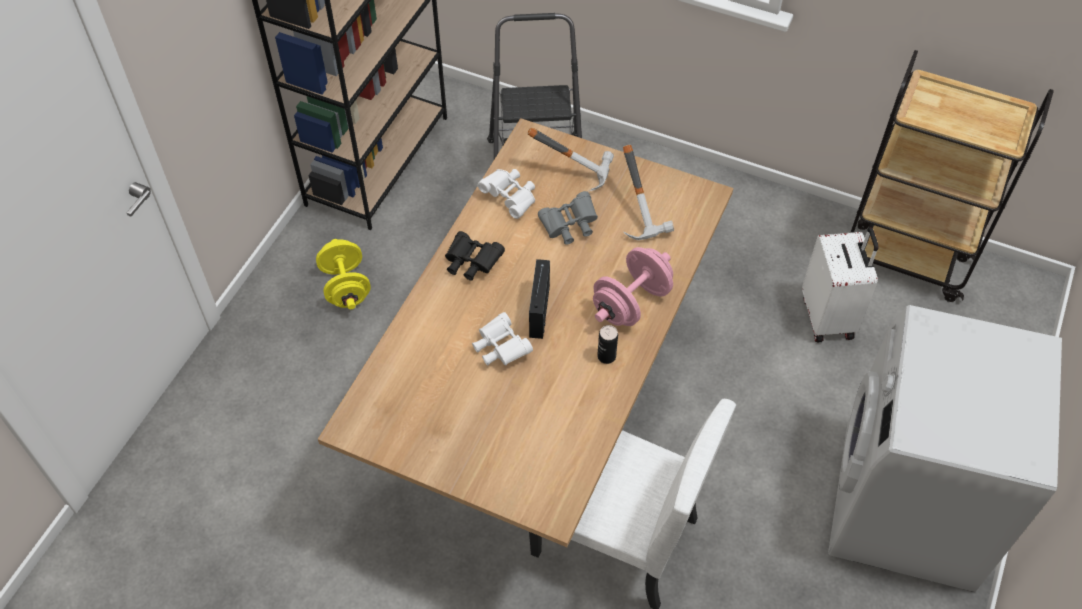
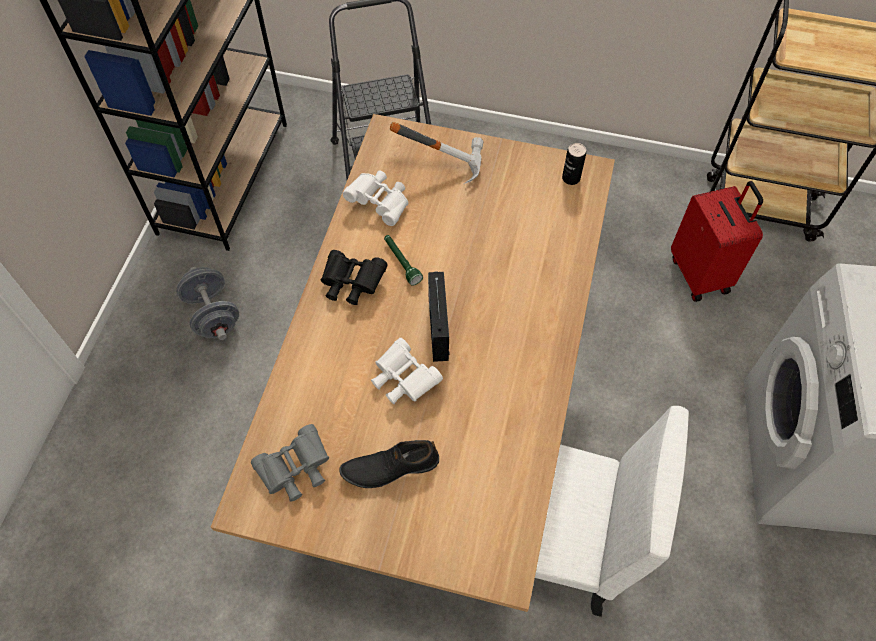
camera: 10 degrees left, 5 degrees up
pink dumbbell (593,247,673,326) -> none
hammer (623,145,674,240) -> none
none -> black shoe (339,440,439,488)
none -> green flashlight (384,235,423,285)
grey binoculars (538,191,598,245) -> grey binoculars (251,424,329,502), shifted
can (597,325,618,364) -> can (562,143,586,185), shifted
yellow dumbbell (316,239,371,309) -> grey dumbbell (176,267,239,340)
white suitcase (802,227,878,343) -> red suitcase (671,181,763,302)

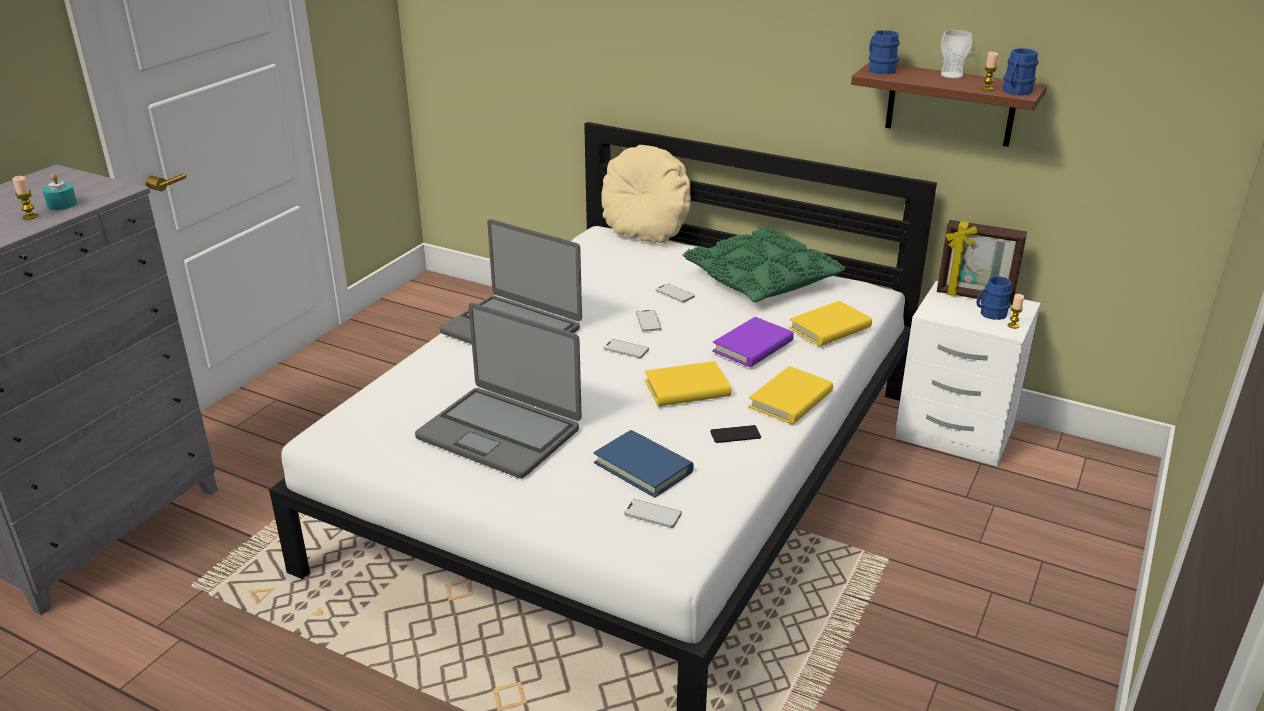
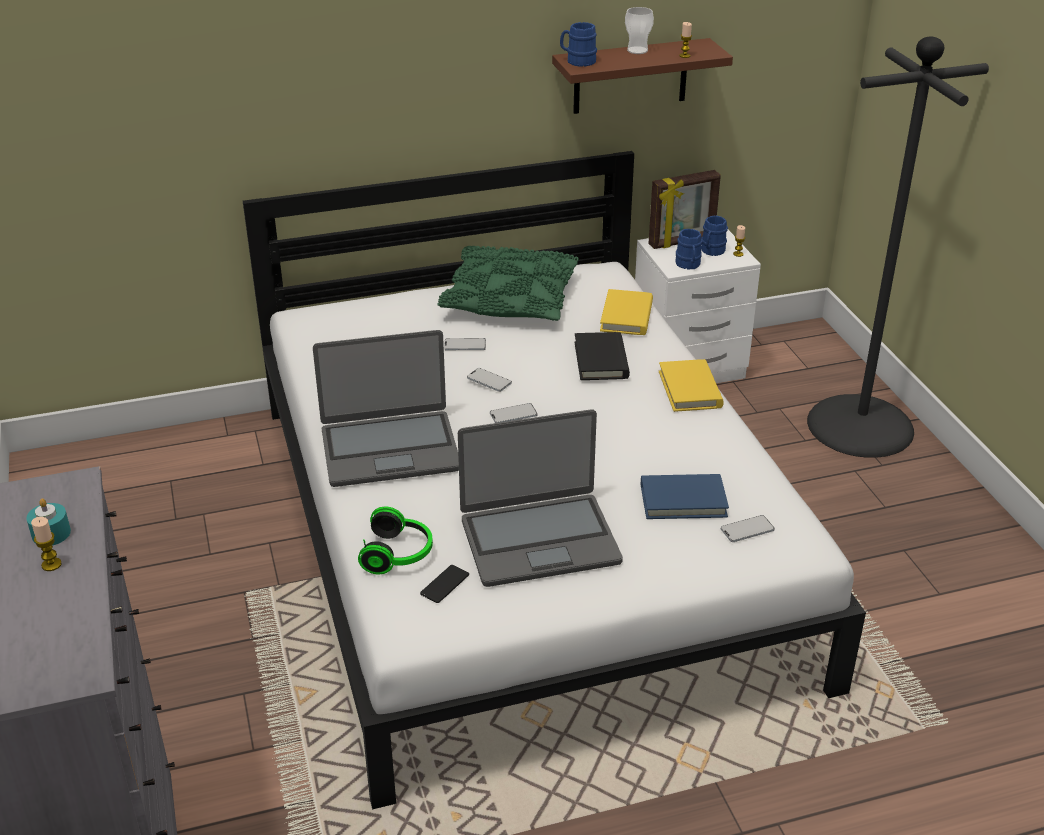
camera: 45 degrees left, 5 degrees up
beige pillow (602,145,691,243) -> none
yellow book (645,361,731,406) -> none
none -> headphones (358,507,433,574)
none -> black clothes rack (807,37,989,458)
phone (710,425,761,443) -> phone (420,565,469,603), shifted
blue mug (1002,48,1039,95) -> blue mug (675,229,702,269), shifted
purple book (712,317,794,367) -> black book (574,332,630,380)

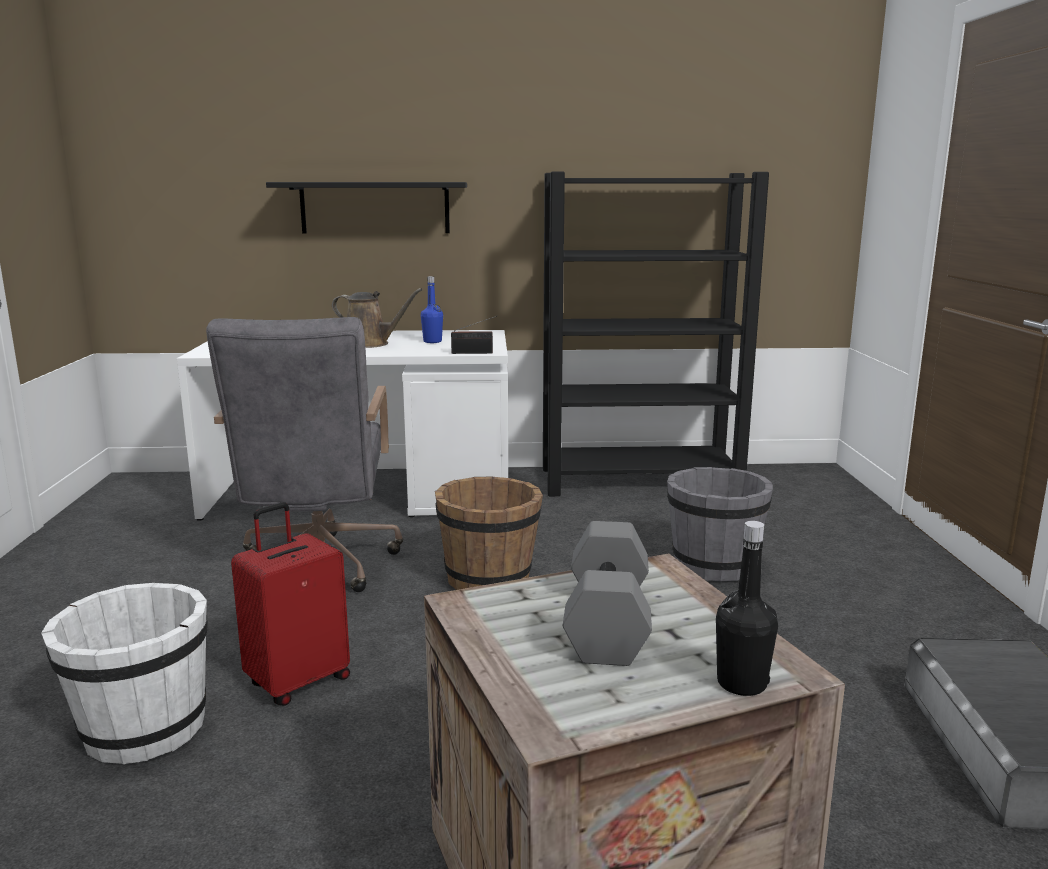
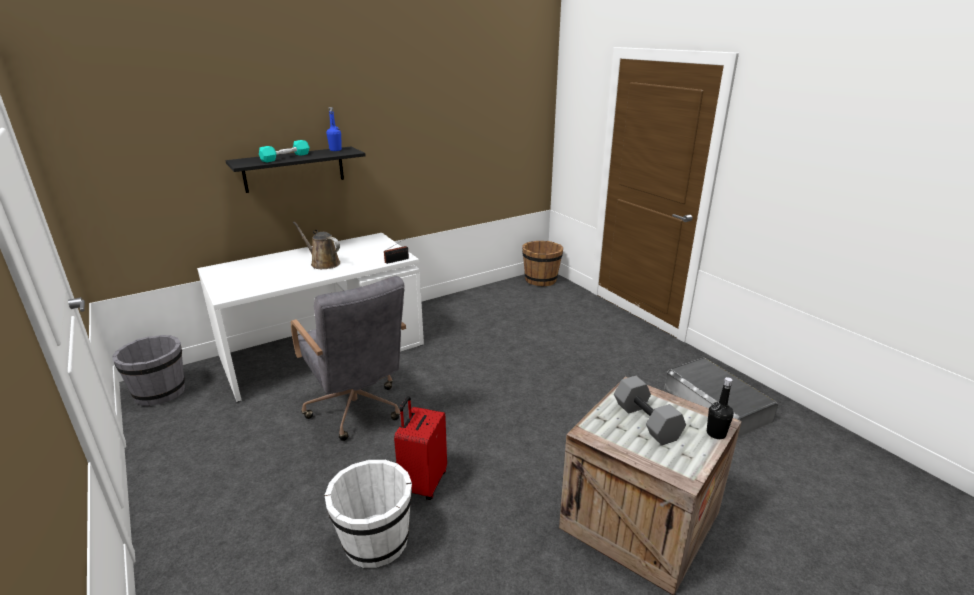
camera: 30 degrees left, 10 degrees up
black bookcase (543,172,769,496) -> none
none -> turquoise dumbbell (259,140,310,162)
blue bottle (421,276,443,343) -> blue bottle (326,107,342,151), shifted
brown bucket (435,476,543,590) -> brown bucket (522,241,563,286), shifted
grey bucket (667,467,773,581) -> grey bucket (112,335,185,406), shifted
brown watering can (332,288,423,348) -> brown watering can (293,222,340,269), 135 degrees counterclockwise

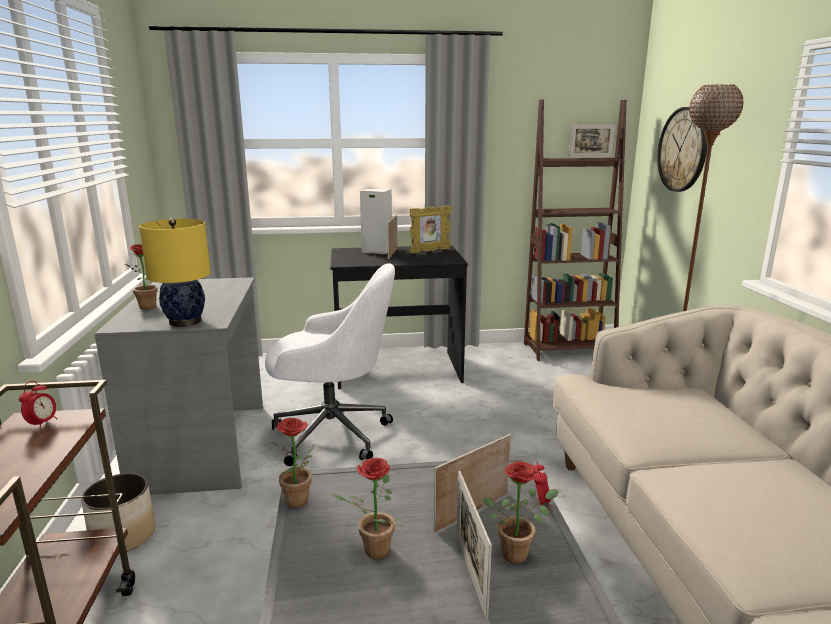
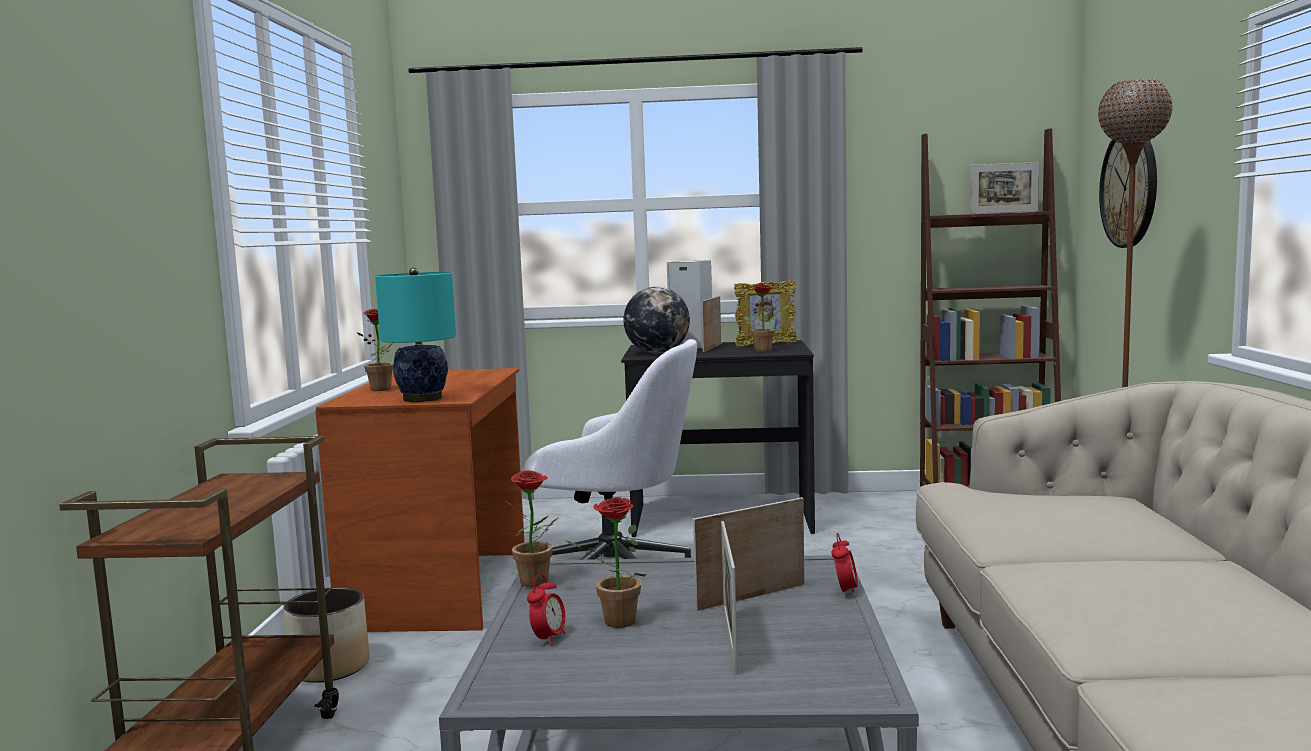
camera: 10 degrees right, 10 degrees down
none -> globe (623,287,690,353)
alarm clock (19,381,57,429) -> alarm clock (527,574,565,646), shifted
potted plant (483,462,559,564) -> potted plant (744,284,790,352), shifted
grey desk (95,277,263,495) -> brown desk (315,368,525,632)
yellow table lamp (139,218,211,327) -> turquoise table lamp (375,268,456,402)

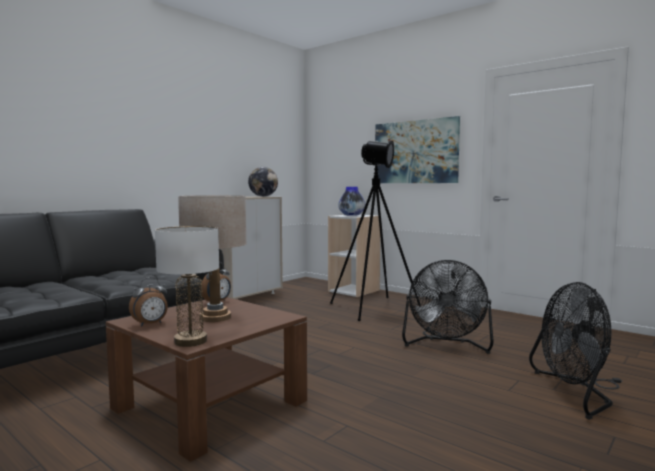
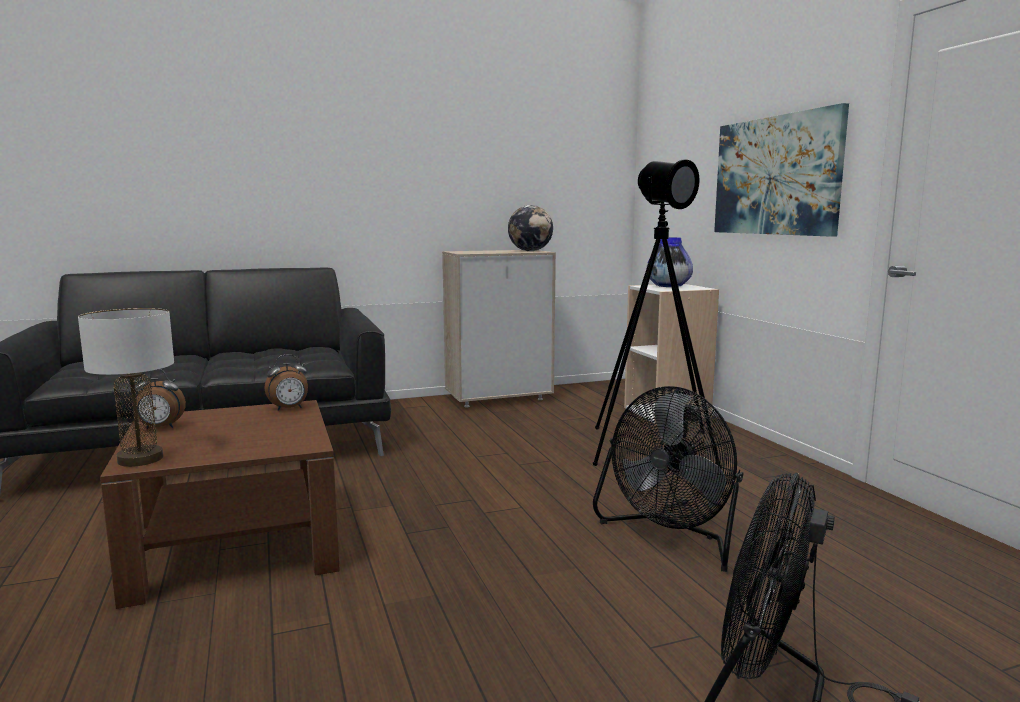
camera: 30 degrees right, 5 degrees up
beige table lamp (178,195,247,322) -> none

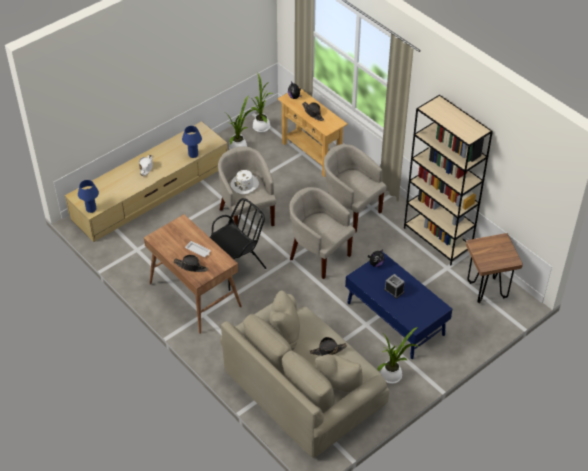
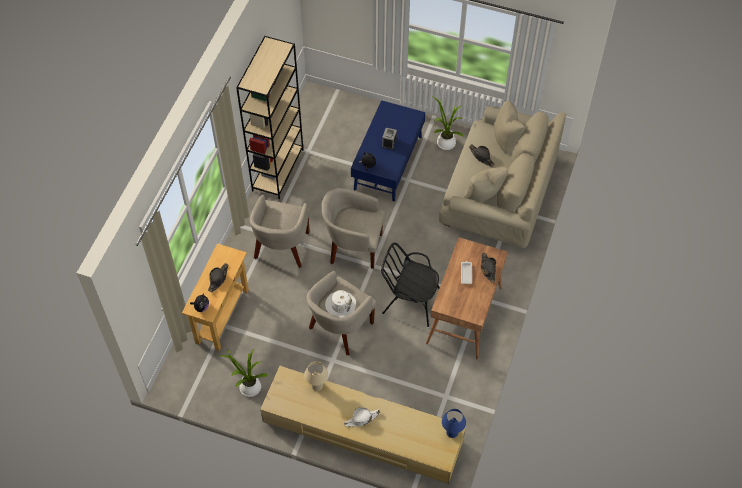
camera: 120 degrees left, 10 degrees up
potted plant (251,73,273,132) -> none
brown stool (466,233,523,303) -> none
blue table lamp (182,126,202,158) -> beige table lamp (304,361,328,391)
beige armchair (289,187,355,279) -> beige armchair (322,188,385,269), 90 degrees clockwise

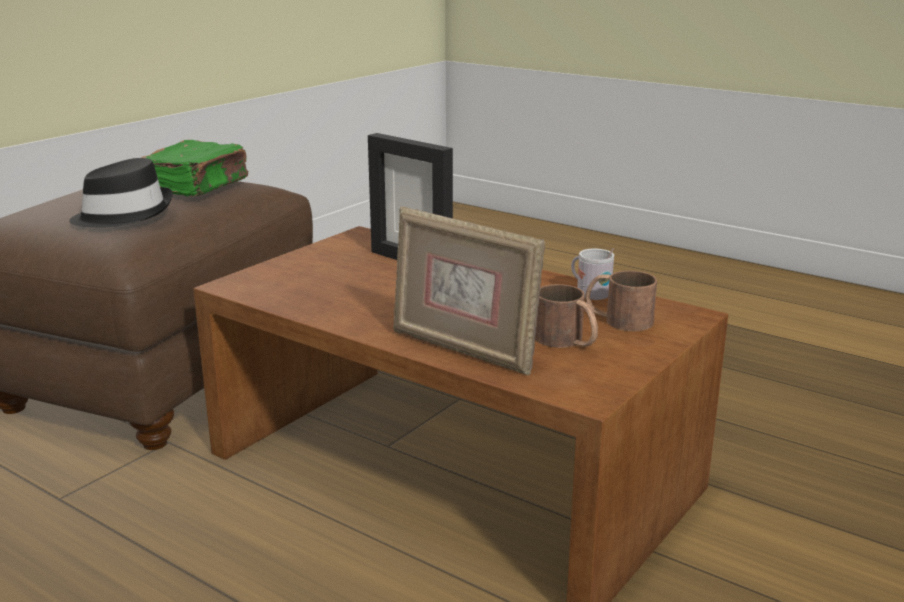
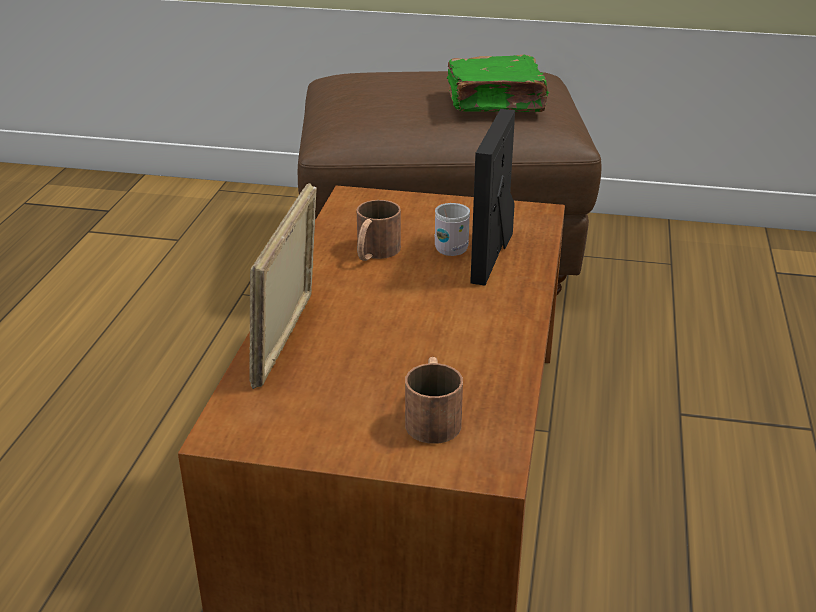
camera: 65 degrees right, 10 degrees up
black hat (69,158,173,228) -> none
brown mug (535,284,598,348) -> brown mug (357,200,401,261), shifted
white mug (571,248,614,300) -> white mug (435,203,470,256), shifted

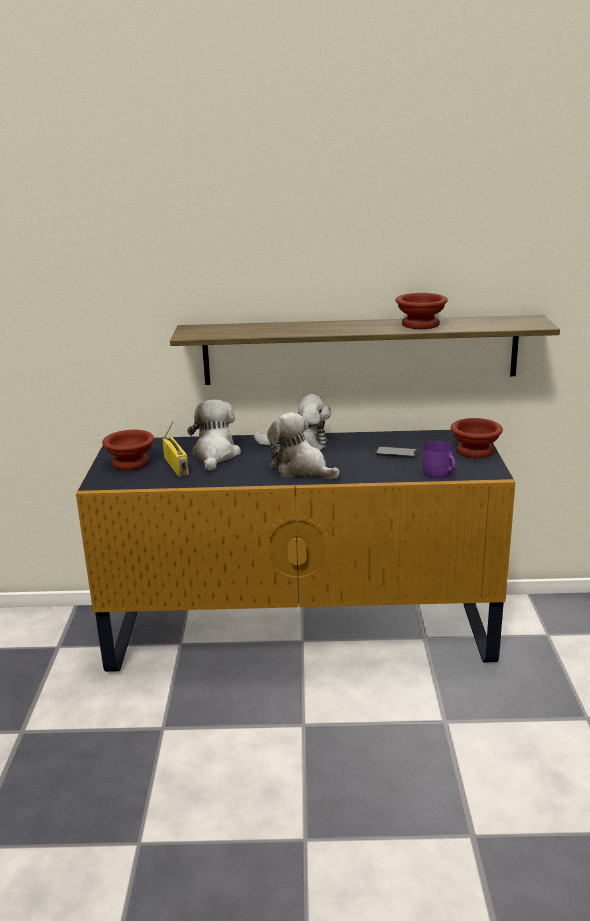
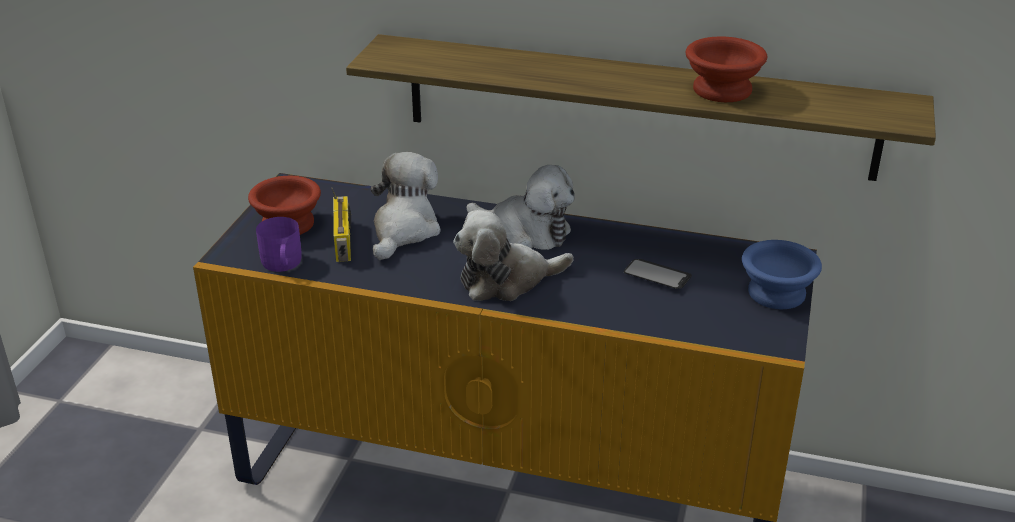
camera: 15 degrees right, 10 degrees up
purple mug (423,441,456,478) -> purple mug (256,217,302,272), shifted
brown bowl (451,418,503,458) -> blue bowl (742,240,822,309)
plush toy (267,412,340,479) -> plush toy (453,210,573,301), 75 degrees counterclockwise

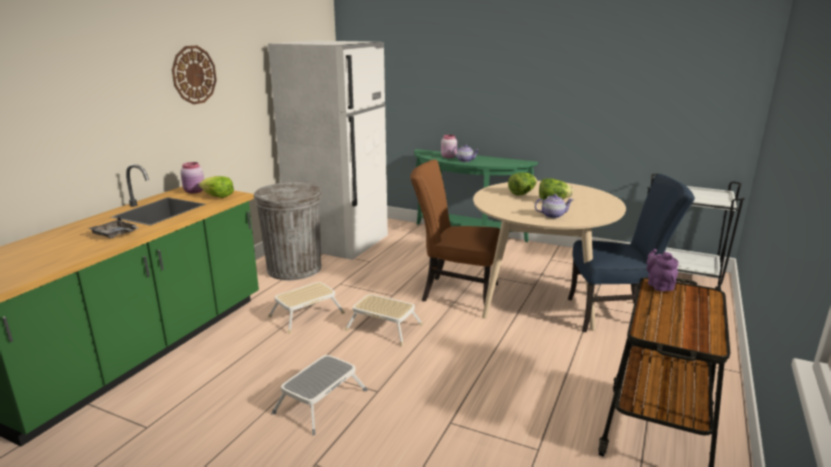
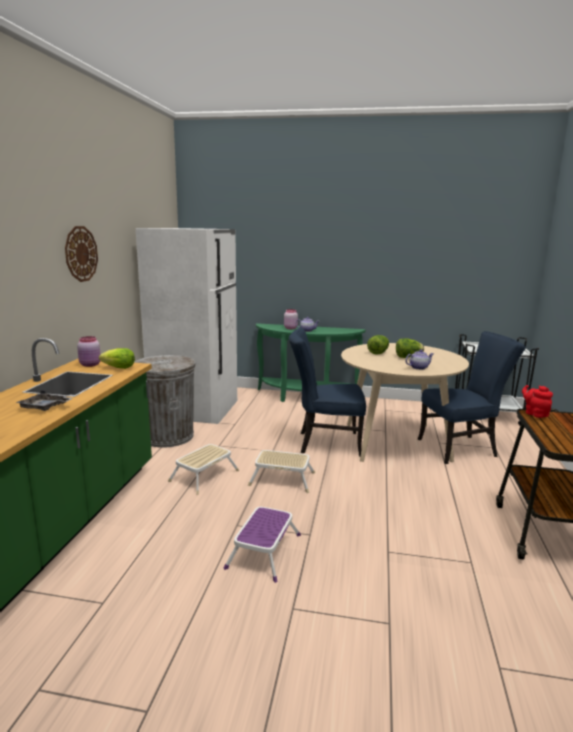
camera: 15 degrees left, 5 degrees down
grey step ladder (271,355,368,435) -> purple step ladder (224,507,301,583)
brown chair (410,159,500,305) -> blue chair (289,328,366,457)
purple teapot (647,249,679,291) -> red teapot (522,385,553,418)

